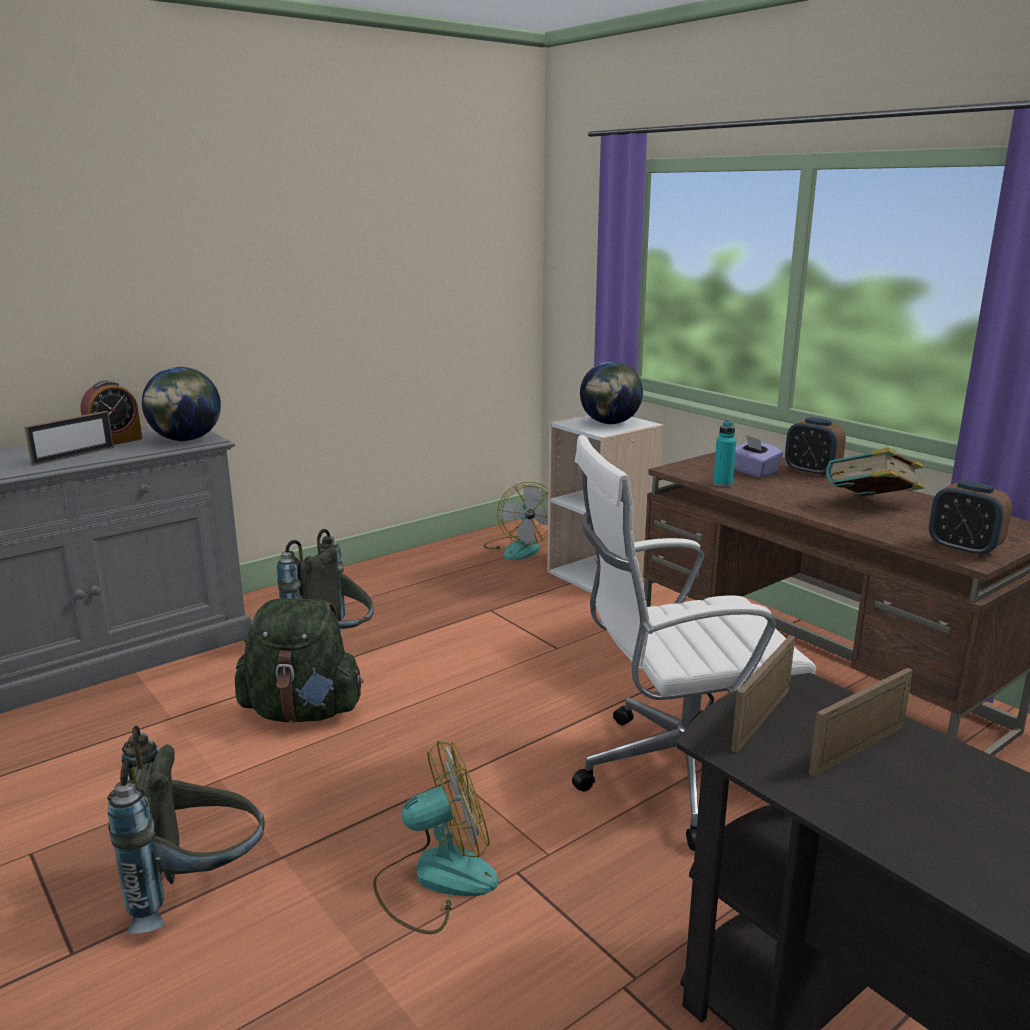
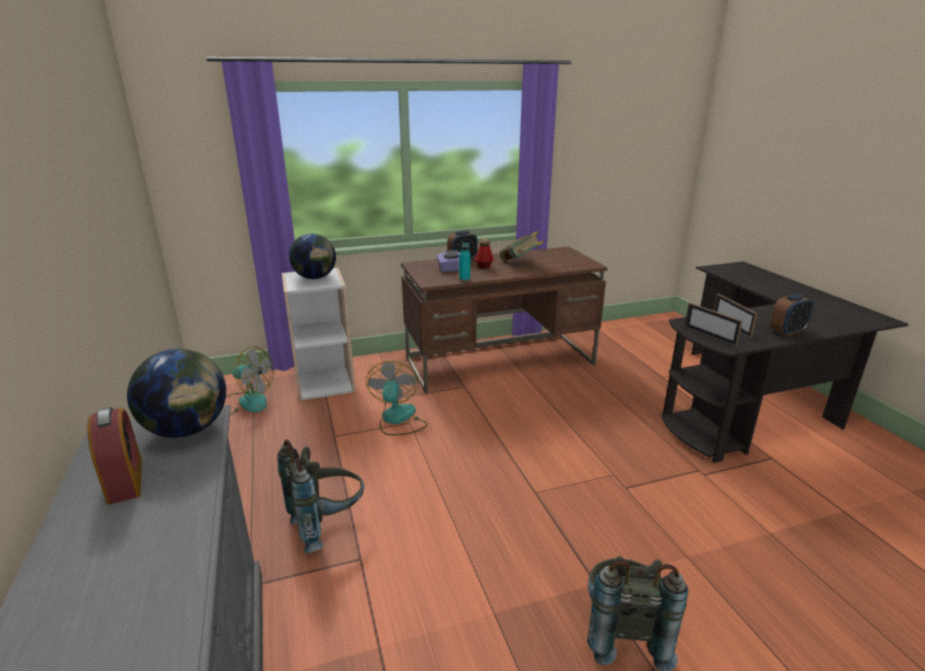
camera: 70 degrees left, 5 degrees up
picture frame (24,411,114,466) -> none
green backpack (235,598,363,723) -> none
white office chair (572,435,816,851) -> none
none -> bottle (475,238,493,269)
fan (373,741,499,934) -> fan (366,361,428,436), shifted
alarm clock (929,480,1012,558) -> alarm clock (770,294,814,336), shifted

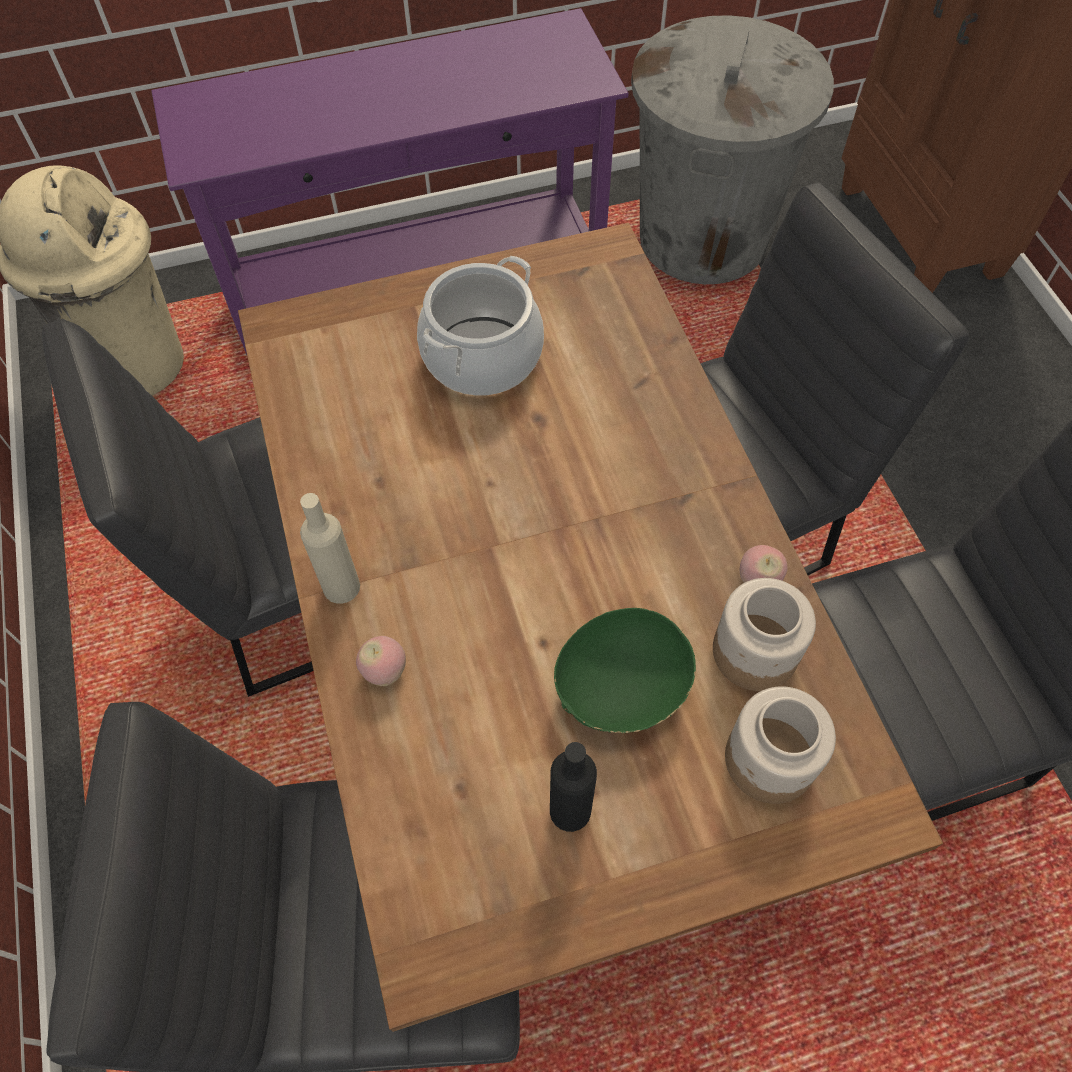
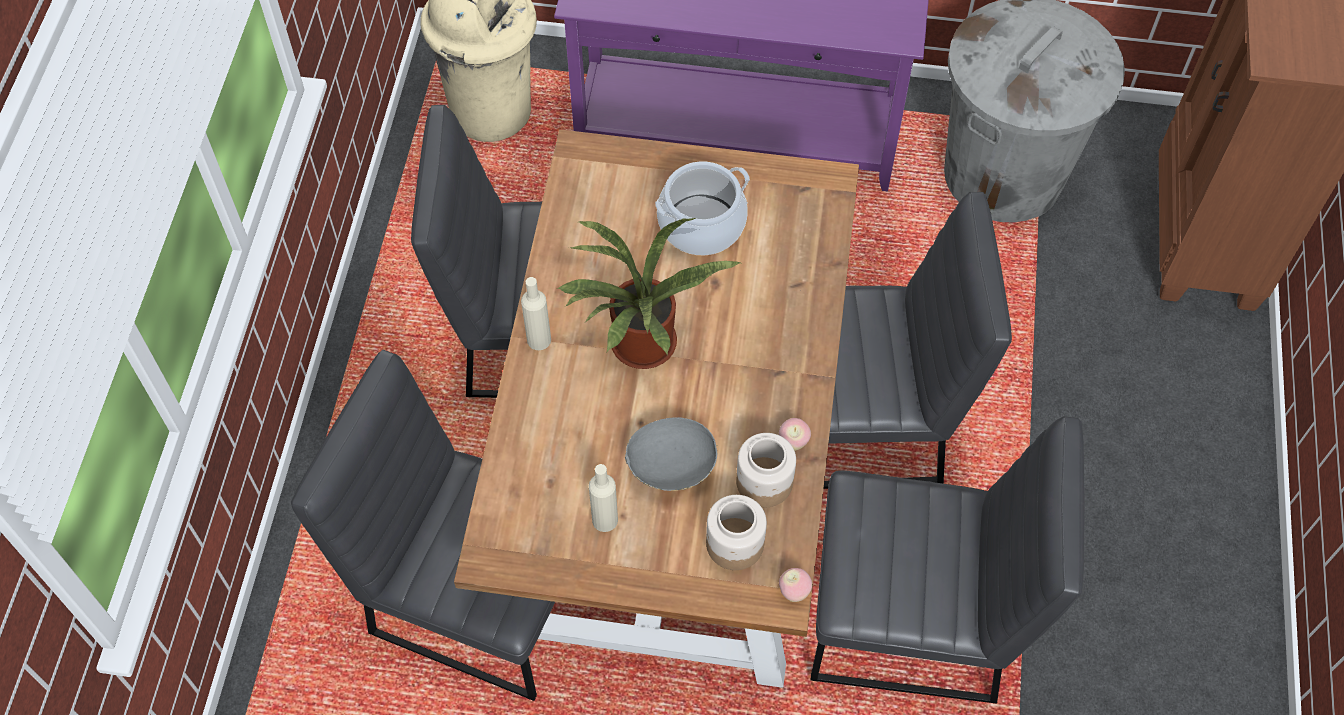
camera: 25 degrees right, 0 degrees up
none -> potted plant (557,218,743,369)
apple (356,636,406,686) -> apple (779,568,812,602), shifted
black bottle (550,742,597,832) -> beige bottle (589,464,618,532)
green bowl (554,608,696,733) -> grey bowl (625,417,718,491)

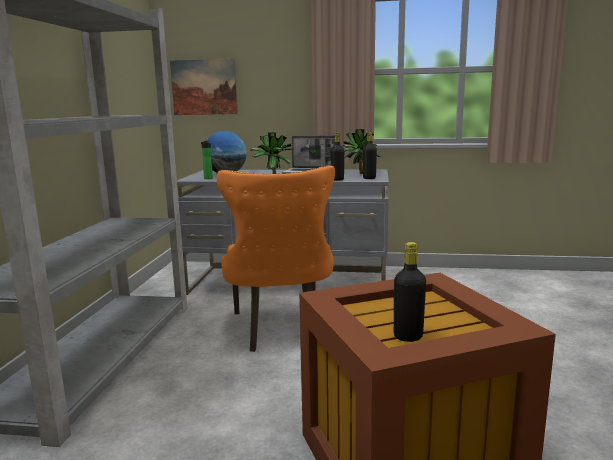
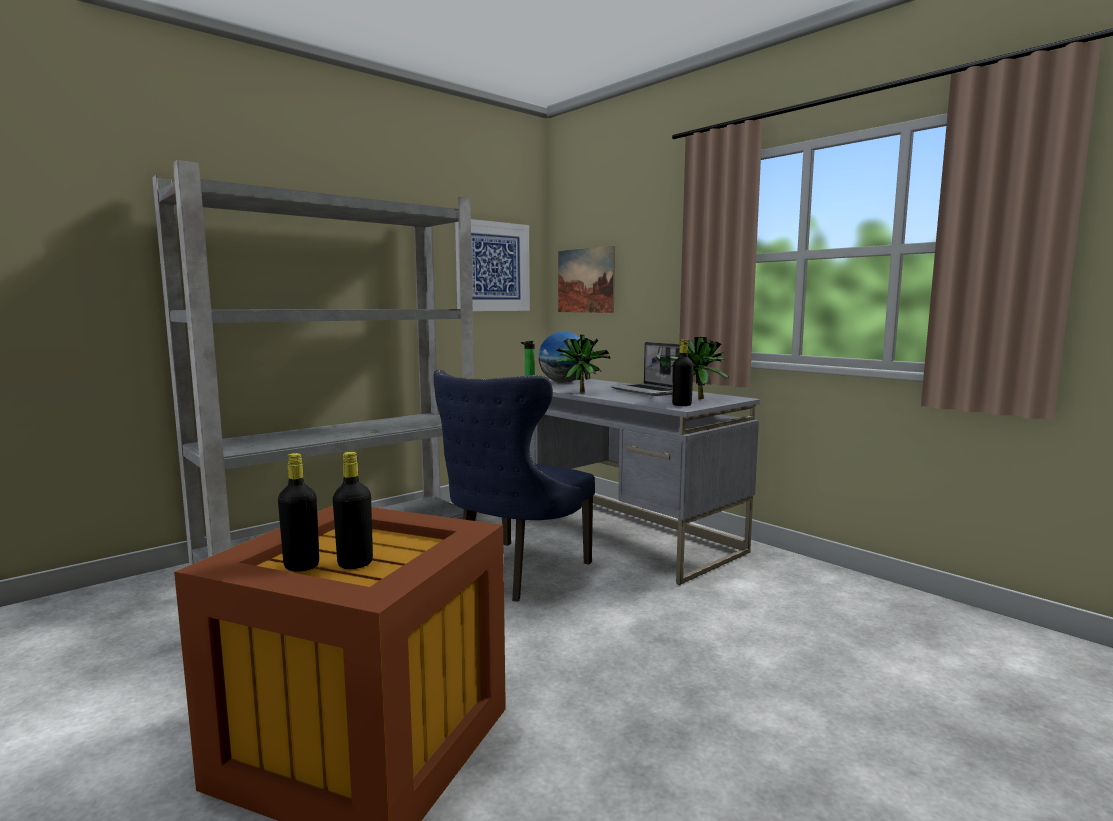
camera: 40 degrees right, 5 degrees down
none -> picture (455,219,530,311)
black bottle (330,132,344,181) -> black bottle (333,452,373,569), shifted
orange chair (217,165,335,352) -> blue chair (434,369,595,602)

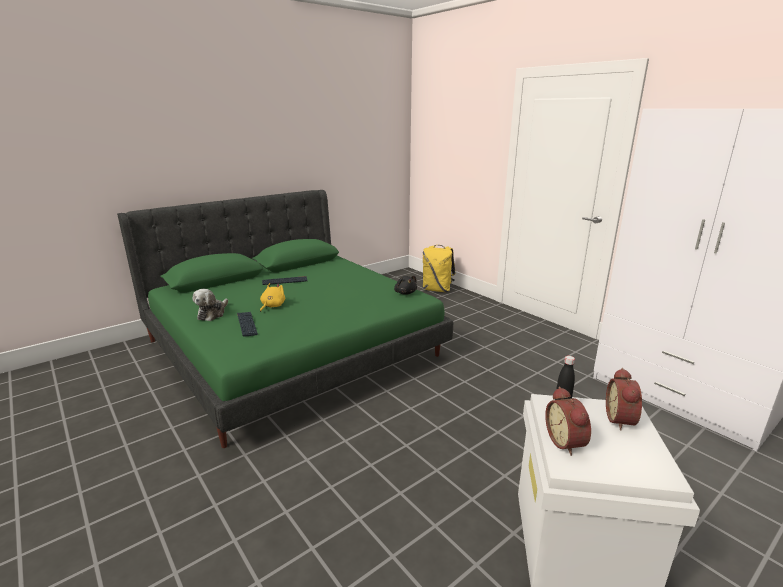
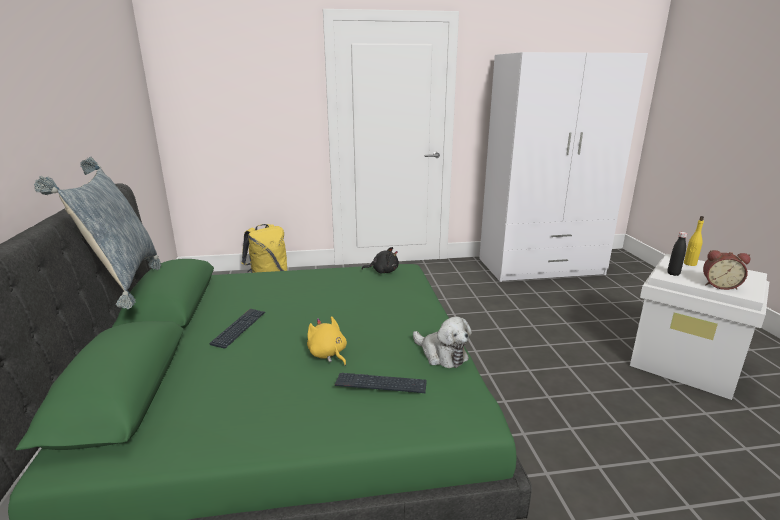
camera: 60 degrees left, 0 degrees up
none -> pillow (34,157,161,309)
plush toy (193,289,228,321) -> plush toy (413,317,472,368), shifted
alarm clock (606,368,642,431) -> yellow bottle (684,216,704,266)

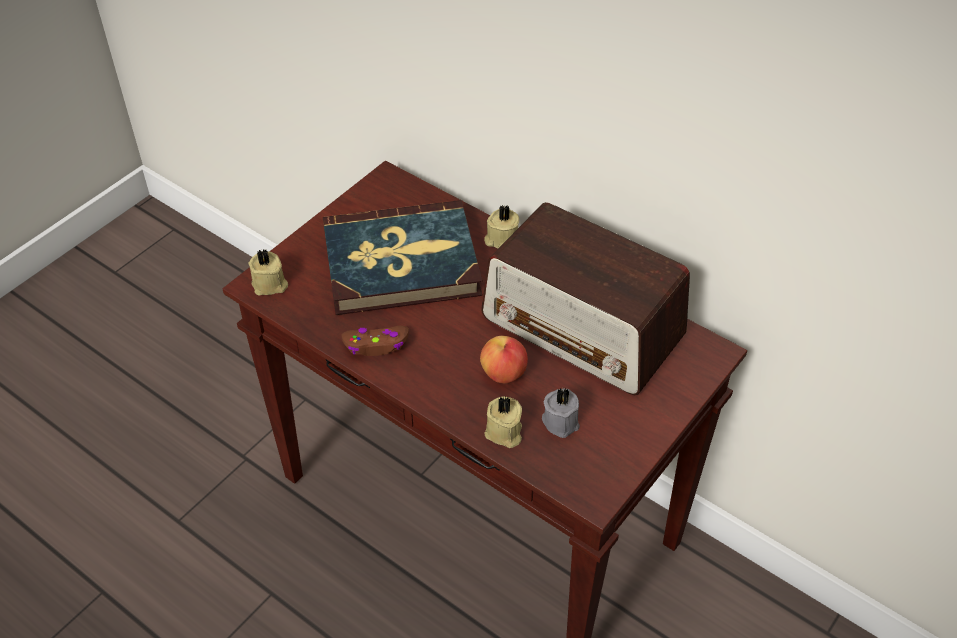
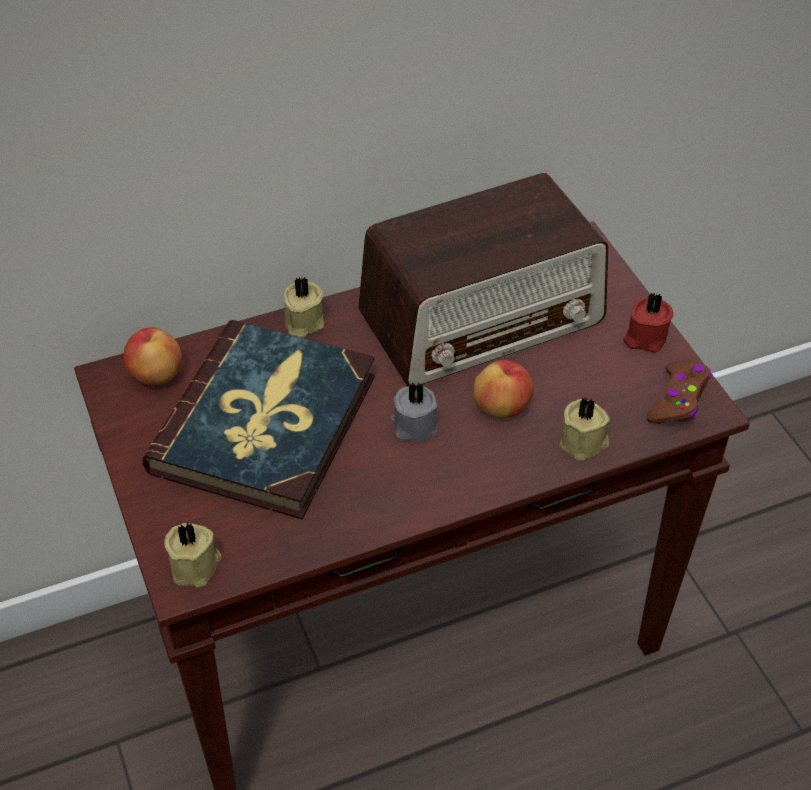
camera: 60 degrees left, 0 degrees up
none -> apple (124,327,182,385)
none -> red candle (623,293,673,353)
brown game controller (342,325,409,356) -> brown game controller (647,361,711,424), shifted
grey candle (542,388,580,438) -> grey candle (391,382,438,442), shifted

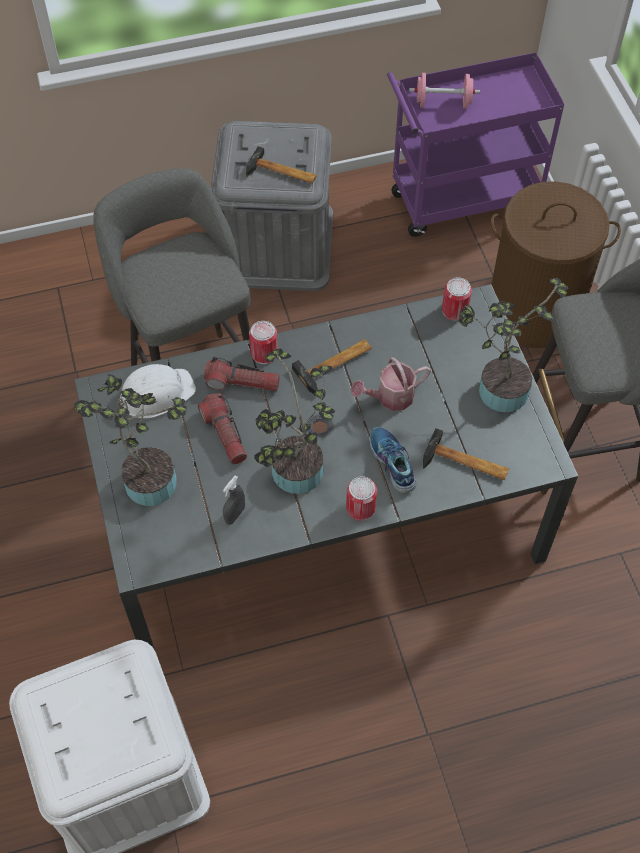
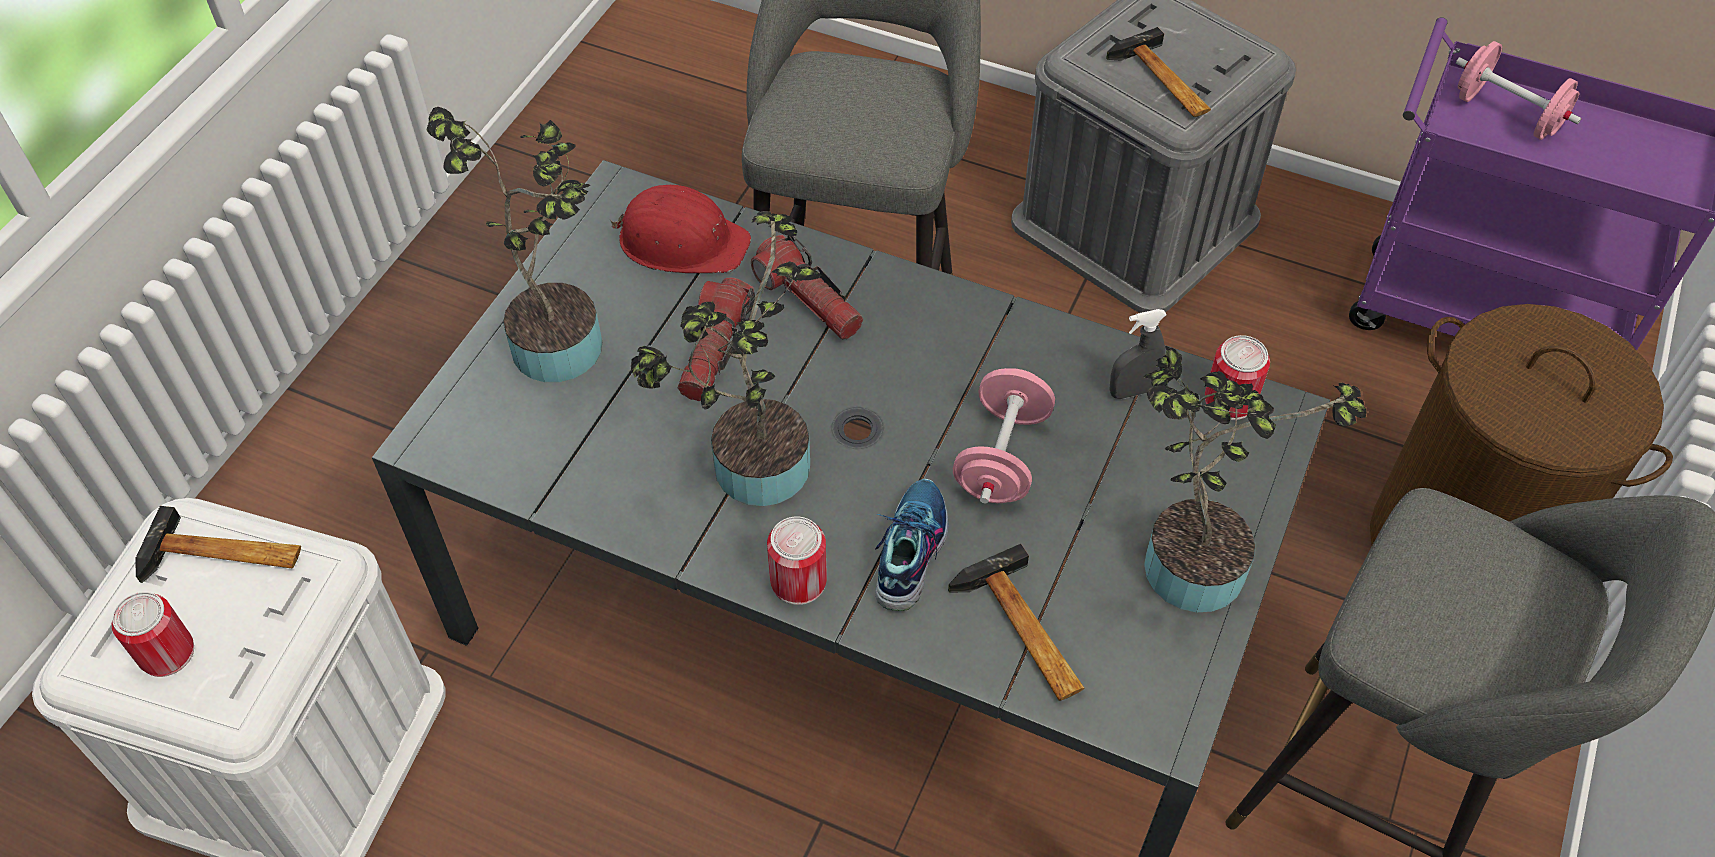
camera: 40 degrees right, 5 degrees down
grey spray bottle (223,476,245,525) -> grey spray bottle (1109,309,1167,399), shifted
can (249,321,278,364) -> can (112,592,194,677), shifted
hammer (292,339,372,393) -> hammer (135,506,301,583), shifted
watering can (351,357,431,411) -> pink dumbbell (953,368,1055,504)
white hard hat (117,364,196,419) -> red hard hat (610,185,751,273)

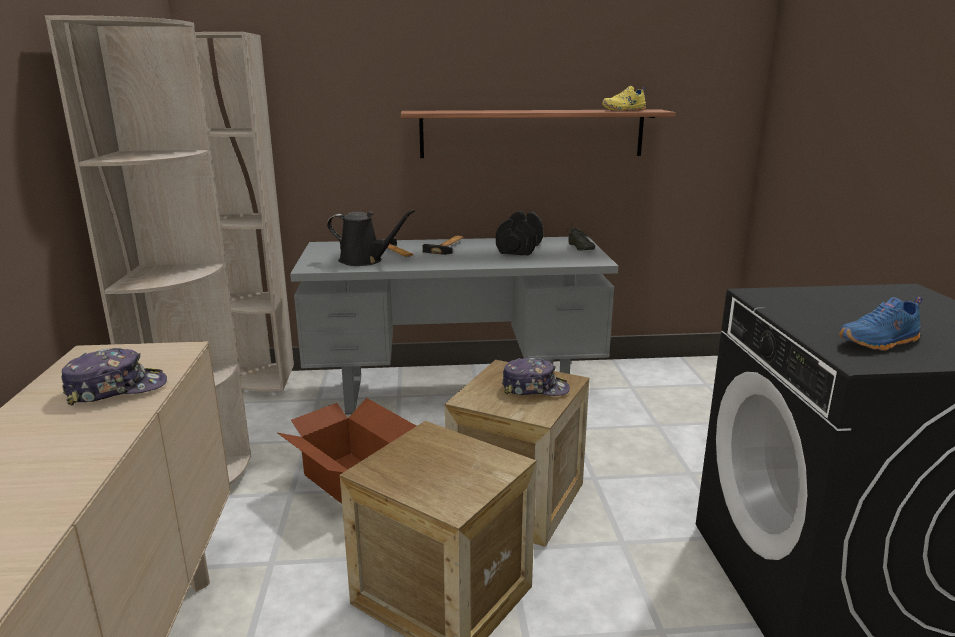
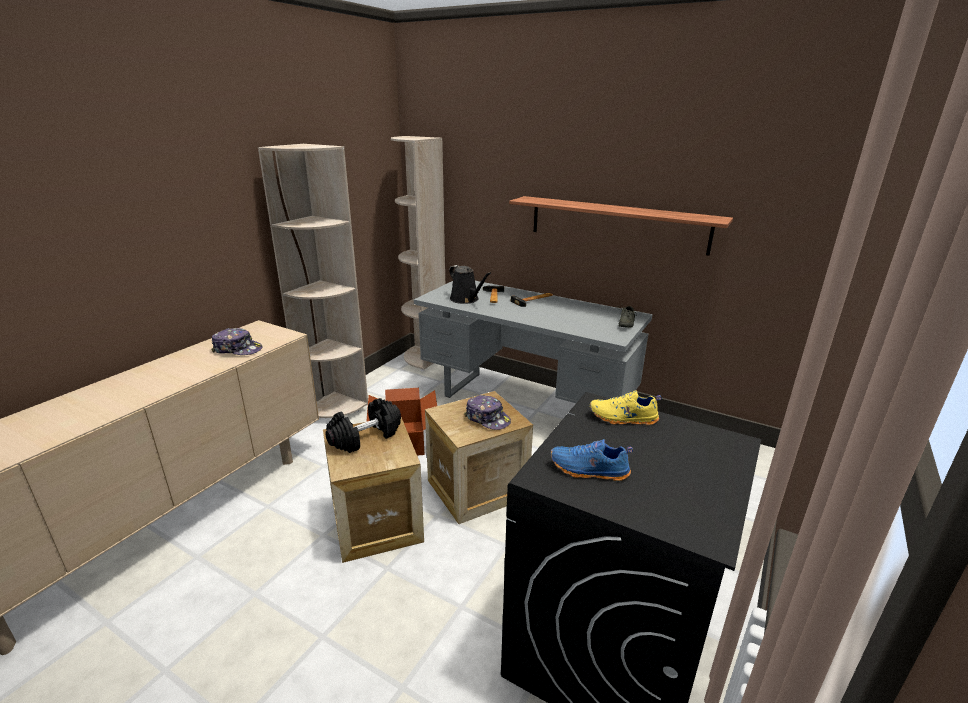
camera: 35 degrees right, 5 degrees up
black dumbbell (496,211,543,256) -> black dumbbell (325,398,401,453), shifted
yellow shoe (602,86,646,111) -> yellow shoe (590,391,662,426), shifted

